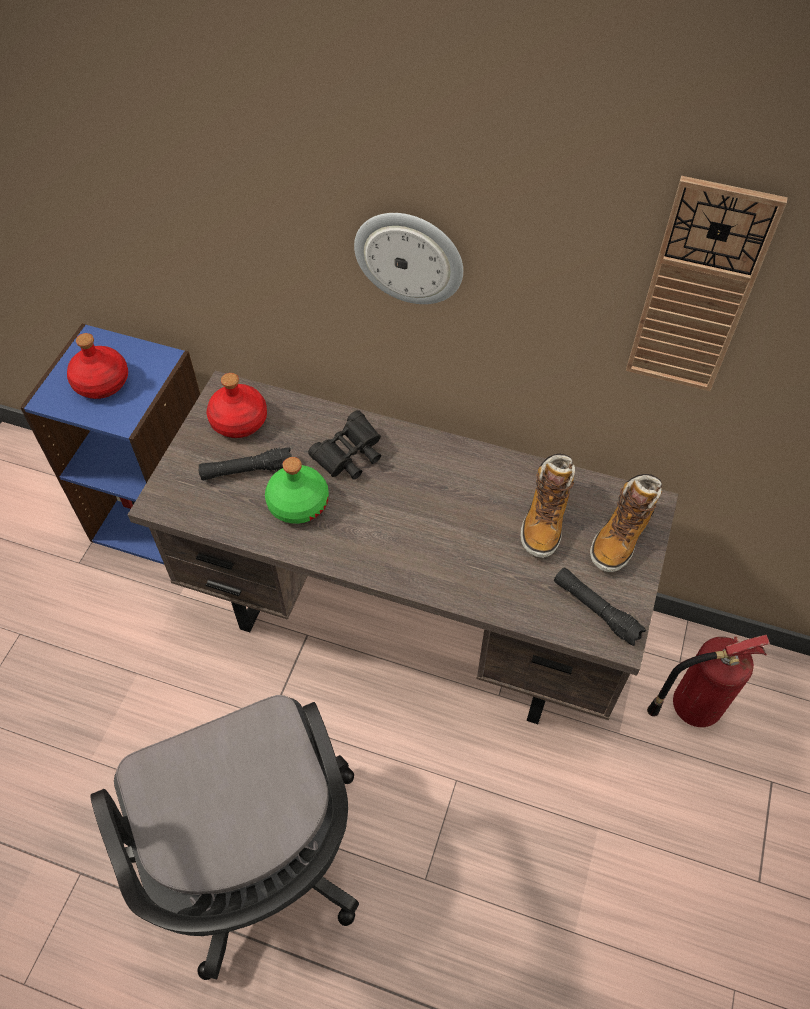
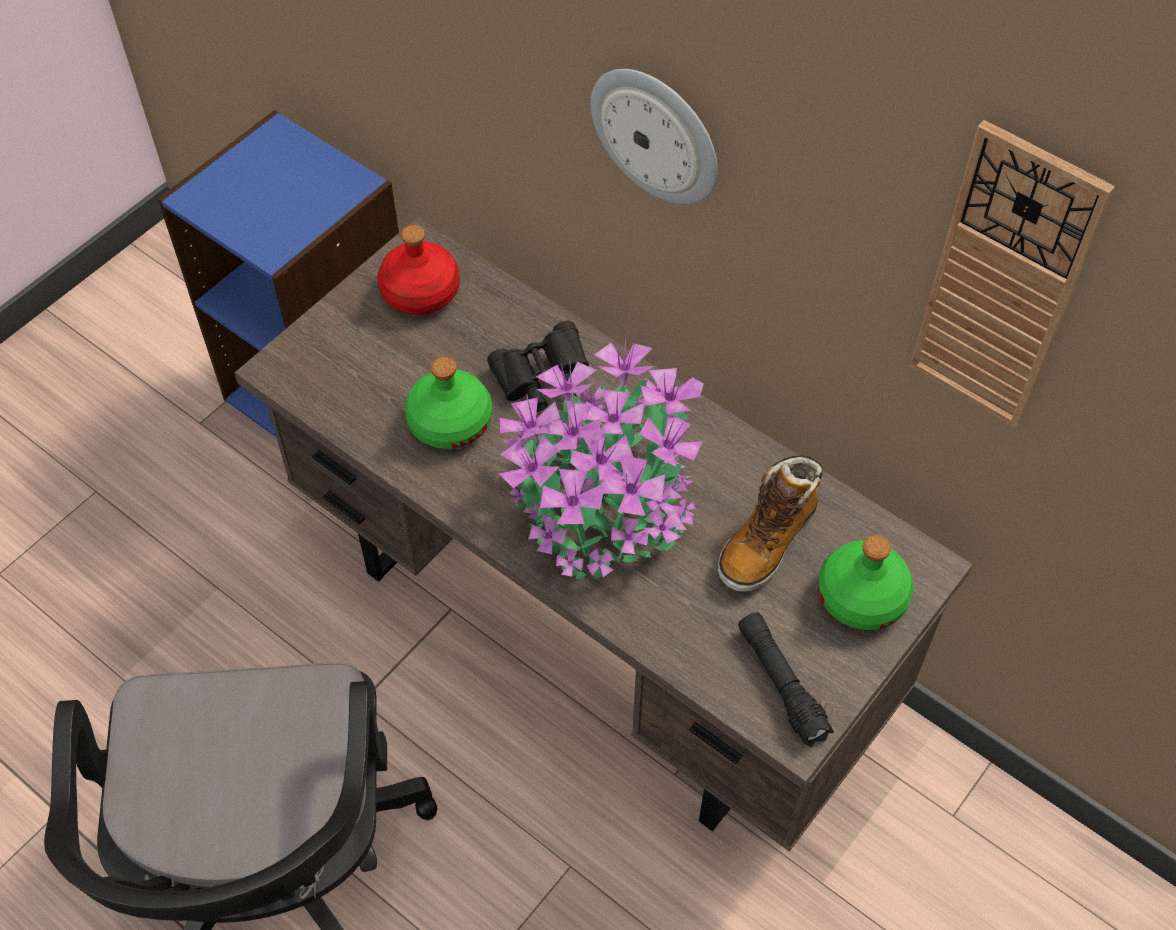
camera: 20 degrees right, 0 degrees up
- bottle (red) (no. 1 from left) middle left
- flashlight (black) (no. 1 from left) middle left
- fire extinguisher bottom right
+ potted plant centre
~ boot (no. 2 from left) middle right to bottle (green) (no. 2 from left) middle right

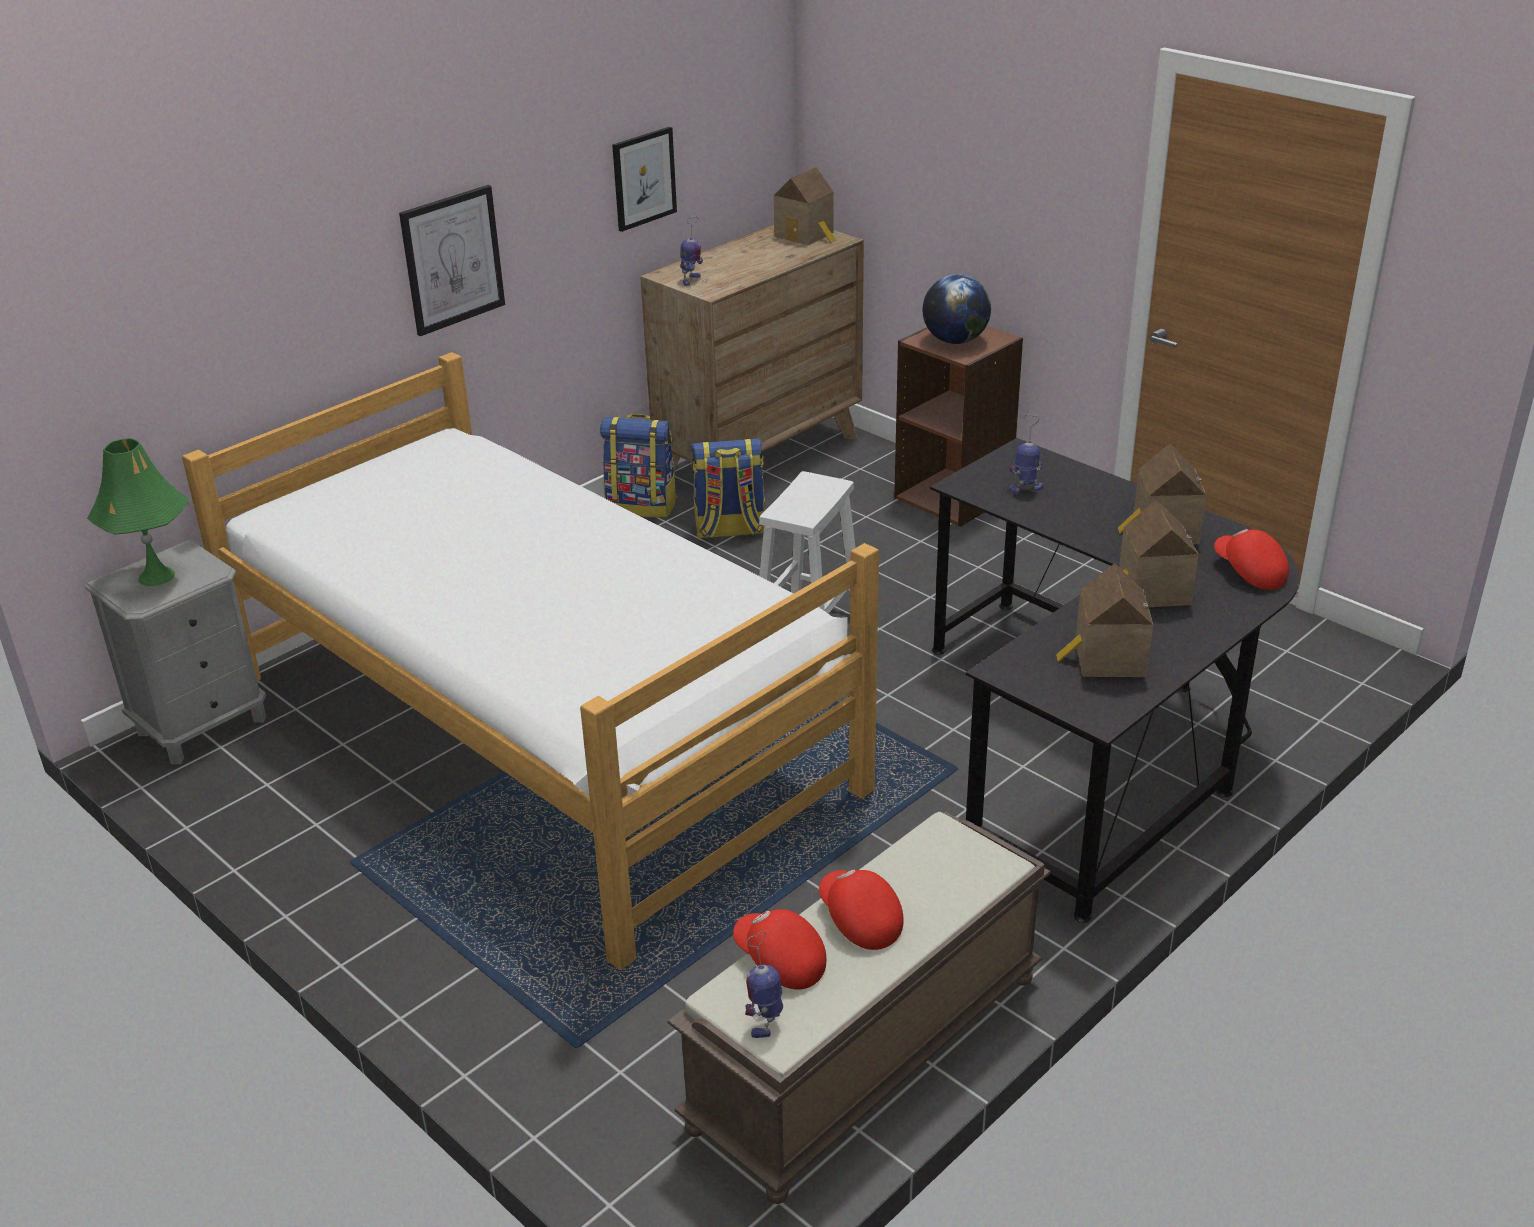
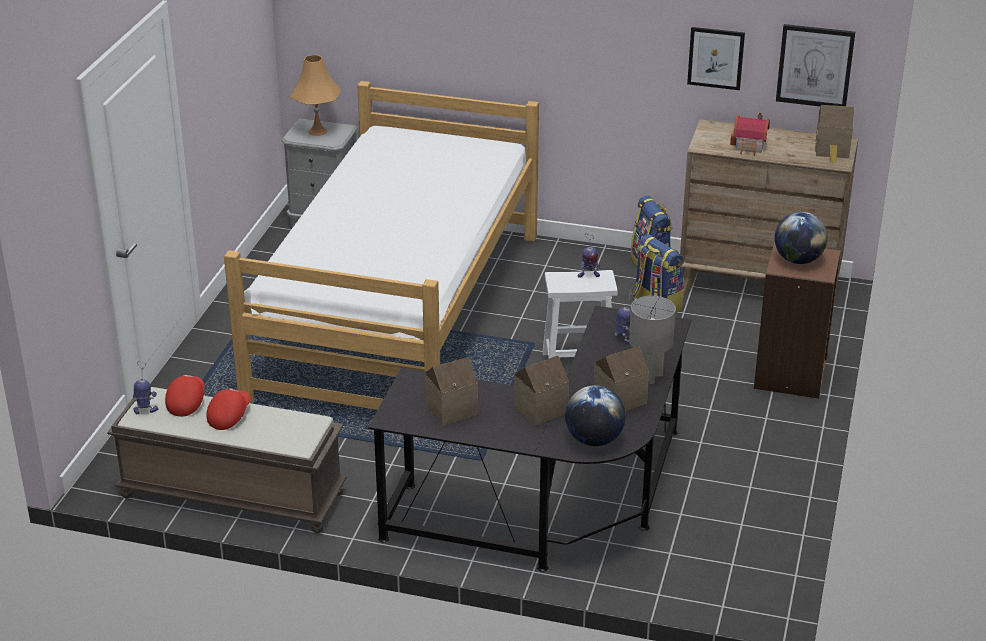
camera: 60 degrees right, 0 degrees up
+ table lamp (grey) centre
+ toy house (no. 4 from left) top right
~ picture (no. 1 from left in the first image) top left to picture (no. 2 from left) top right
~ toy robot (no. 1 from left in the first image) top centre to toy robot (no. 2 from left) centre
~ cap (red) (no. 3 from left) middle right to globe (no. 1 from left) centre
~ table lamp (green) middle left to table lamp (orange) top left

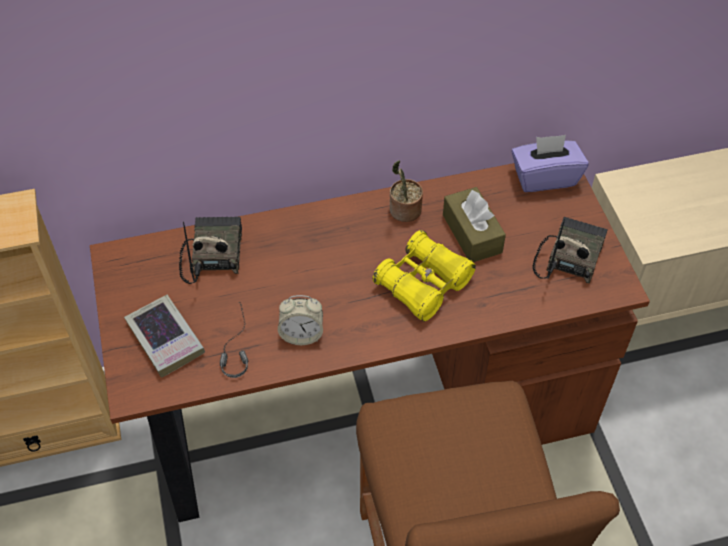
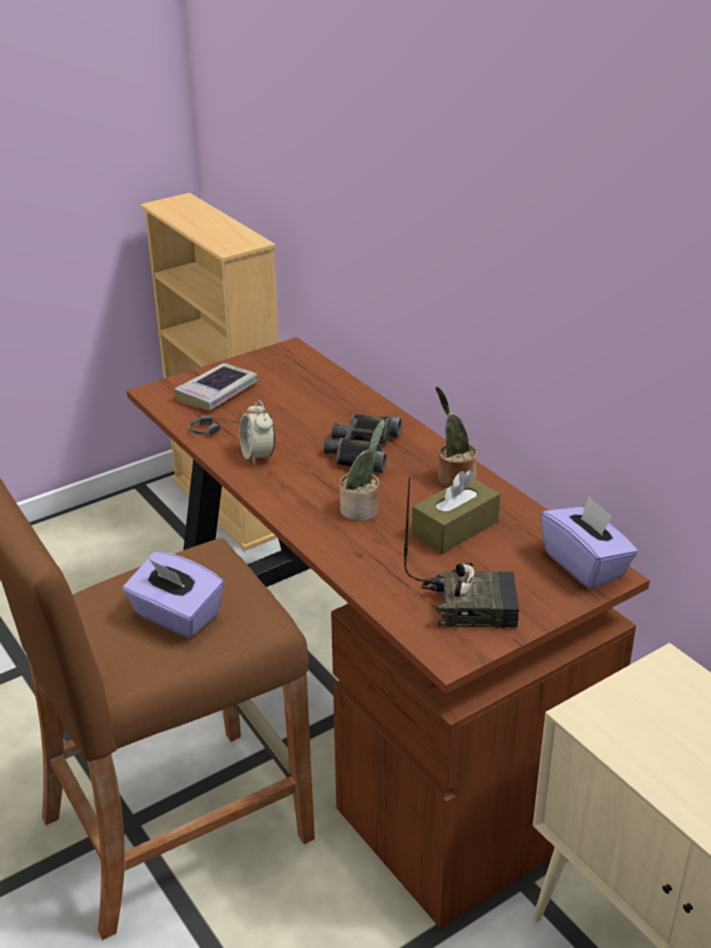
camera: 70 degrees right, 20 degrees down
- radio (no. 1 from left) middle left
+ tissue box (purple) (no. 1 from left) middle left
+ binoculars (black) centre
~ binoculars (yellow) centre to potted plant (no. 1 from left) centre

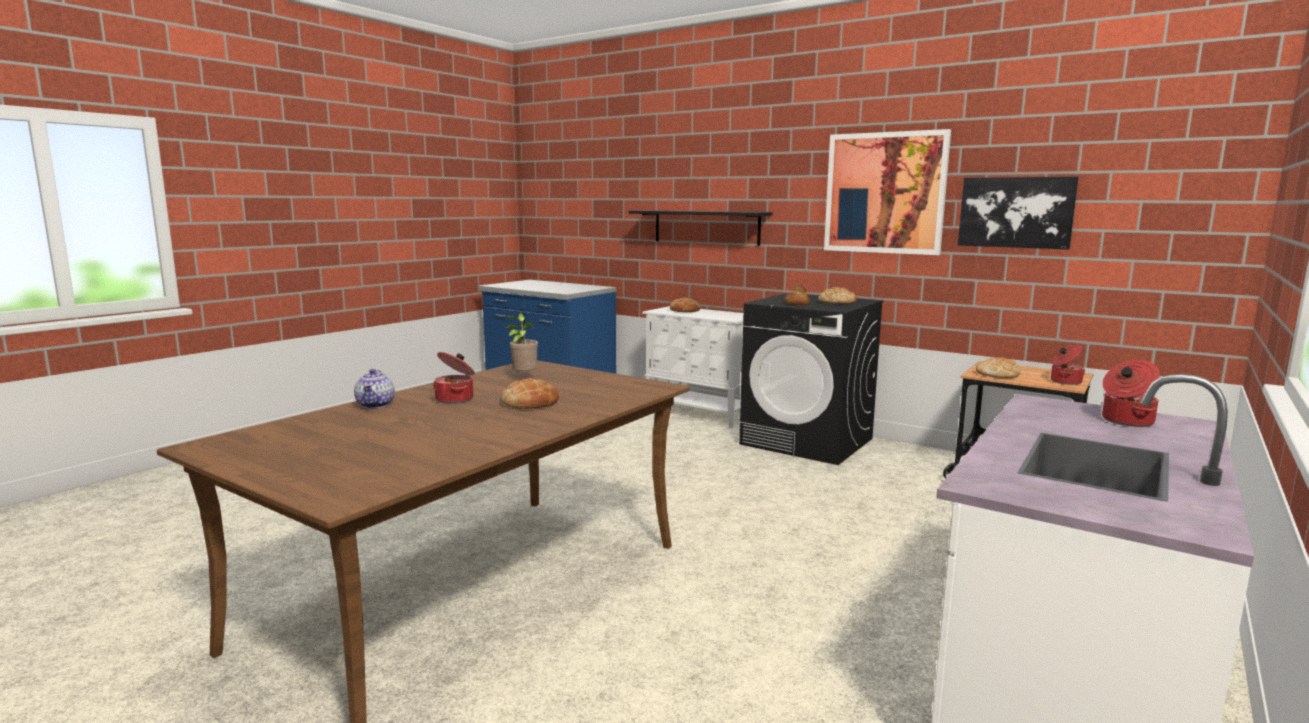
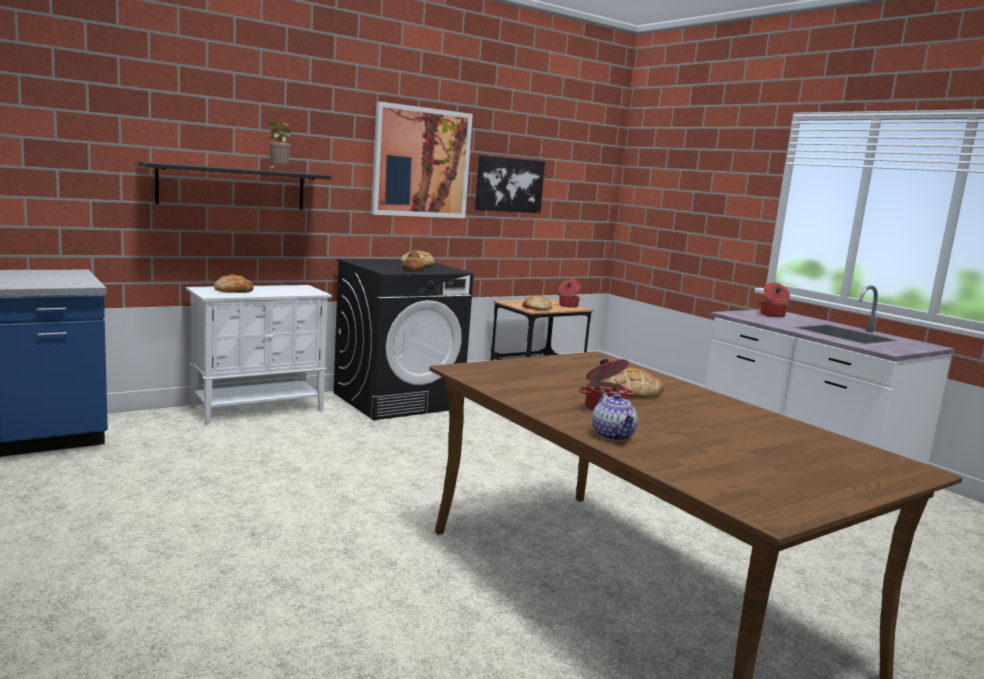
camera: 70 degrees left, 0 degrees up
~ potted plant centre to top left
~ teapot middle left = centre 60 degrees clockwise

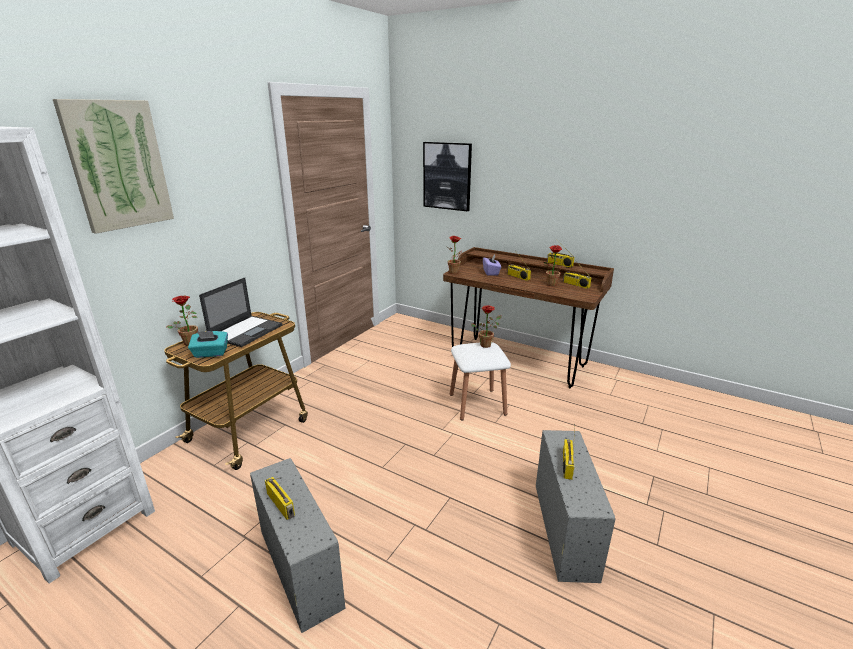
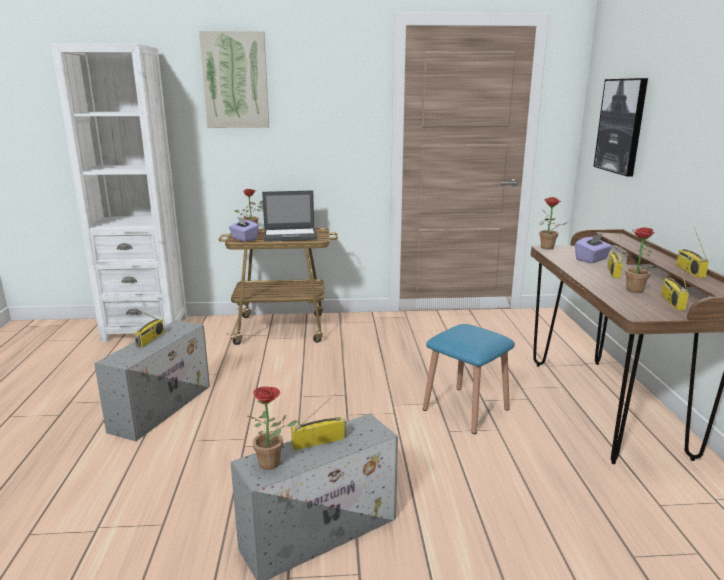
camera: 55 degrees right, 5 degrees down
~ potted plant (no. 3 from left in the first image) centre to potted plant (no. 2 from left) bottom centre
~ tissue box (turquoise) middle left to tissue box (purple) (no. 1 from left) centre
~ stool (white) centre to stool (blue) centre

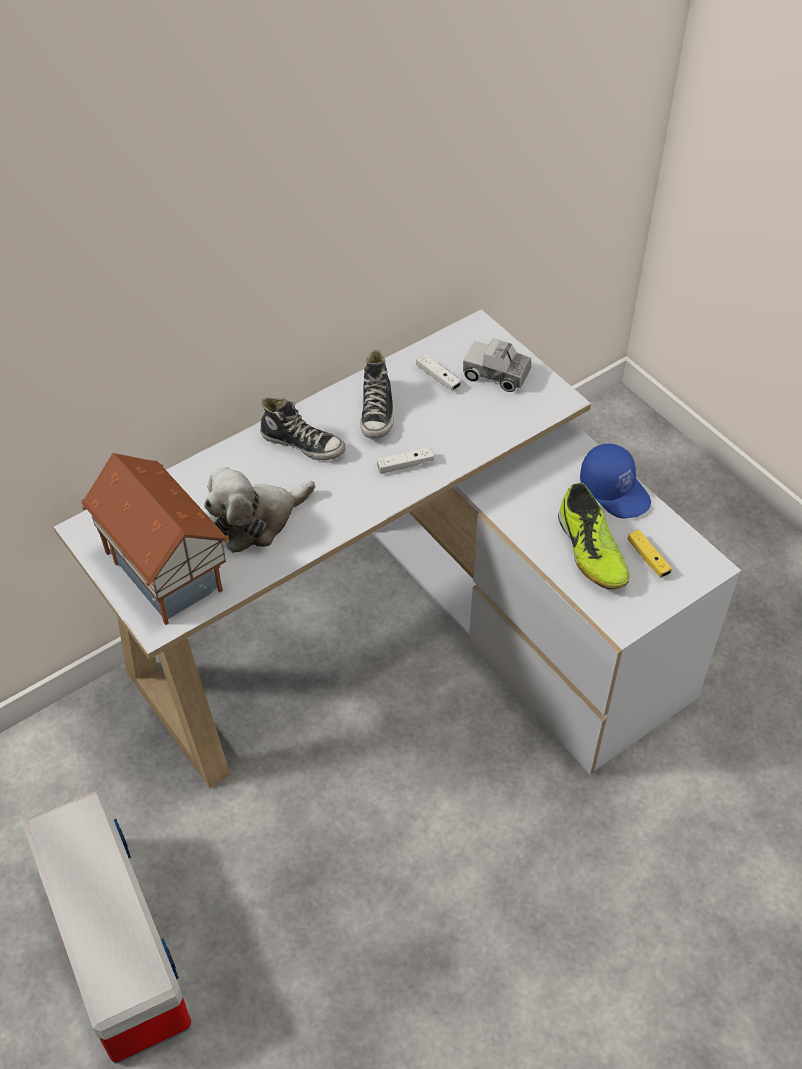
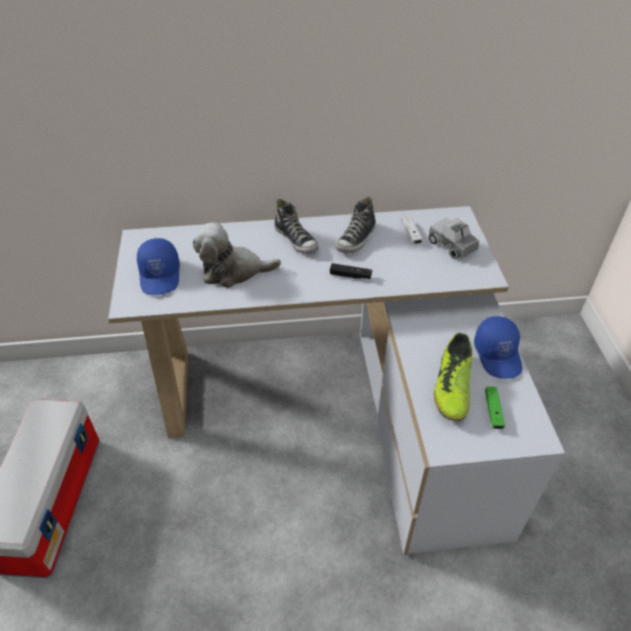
camera: 30 degrees right, 5 degrees down
~ toy house middle left to cap (blue) (no. 1 from left) middle left
~ game controller (white) (no. 1 from left) centre to game controller (black) centre
~ game controller (yellow) middle right to game controller (green) middle right

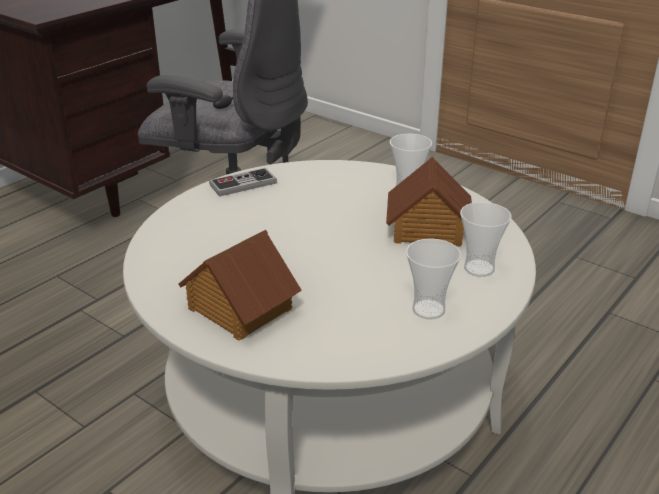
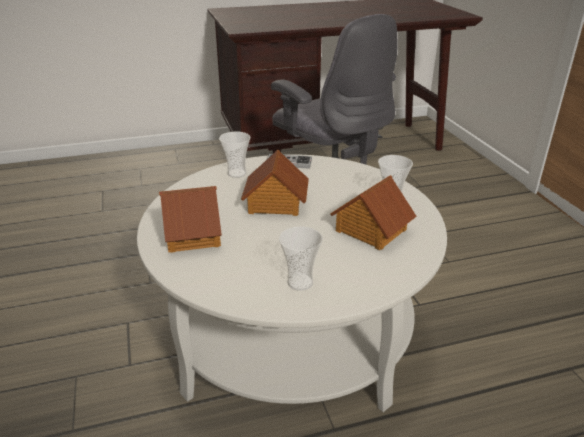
camera: 35 degrees right, 0 degrees up
+ toy house (no. 2 from left) centre
~ cup (no. 3 from left in the first image) middle right to cup (no. 1 from left) centre

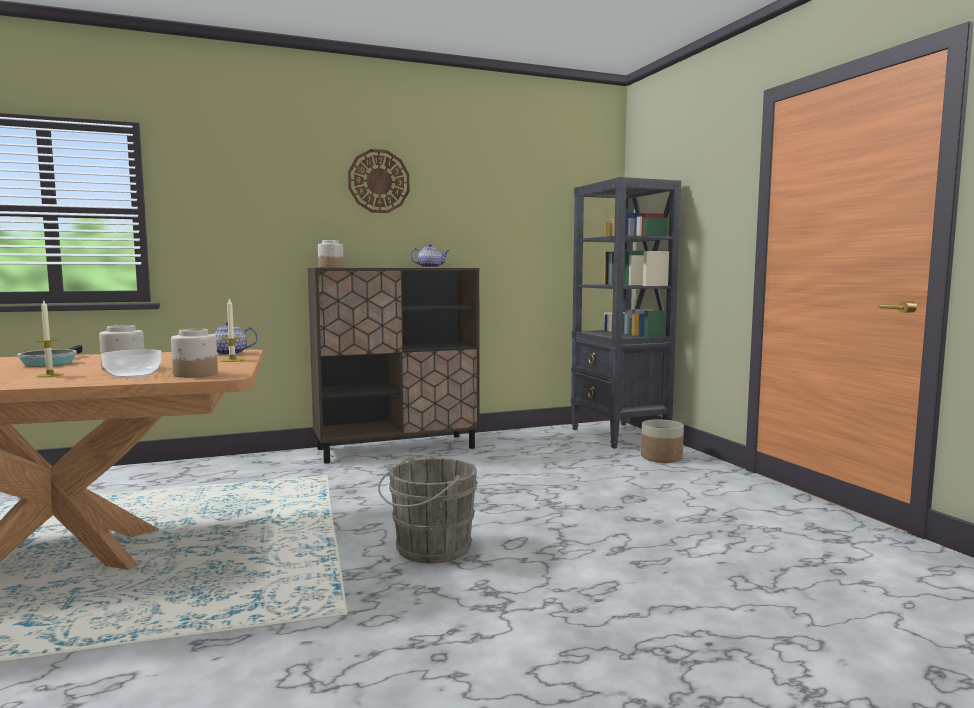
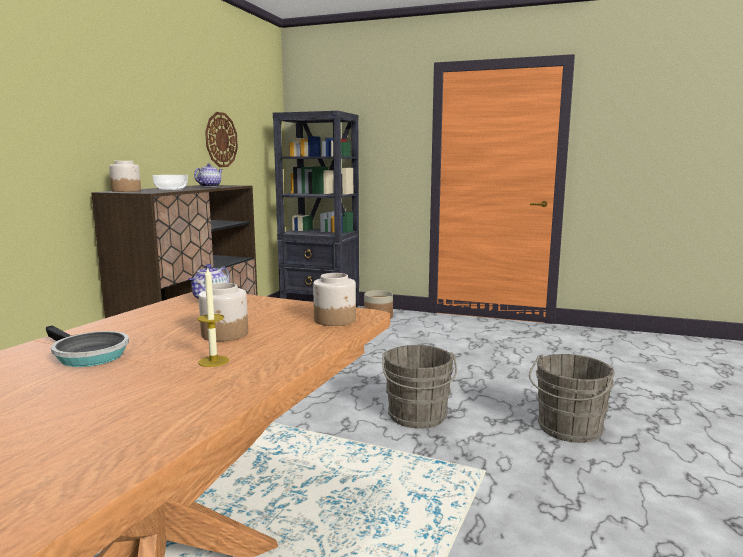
camera: 50 degrees left, 5 degrees up
- candle (no. 2 from left) middle left
+ bucket (grey) (no. 2 from left) bottom right
~ bowl middle left to top left
~ wall clock top centre to top left

